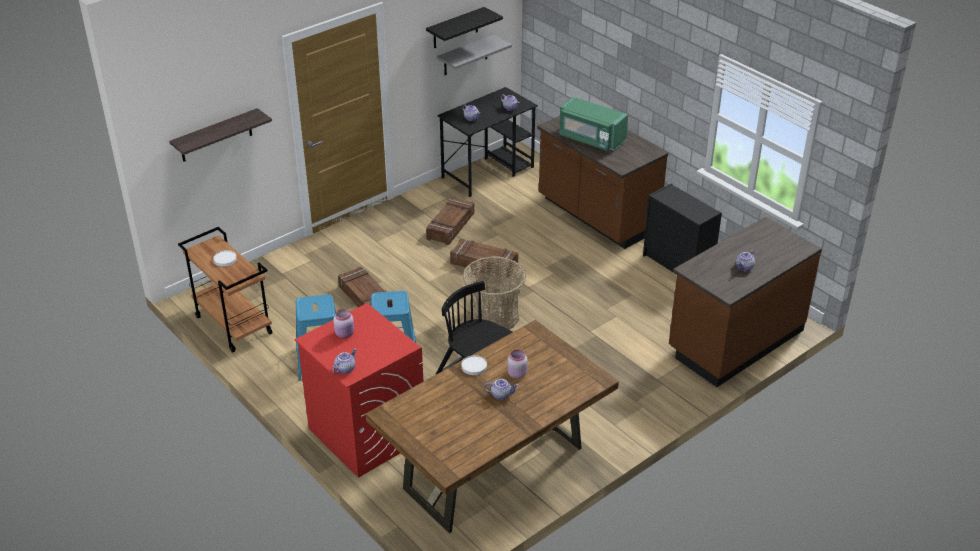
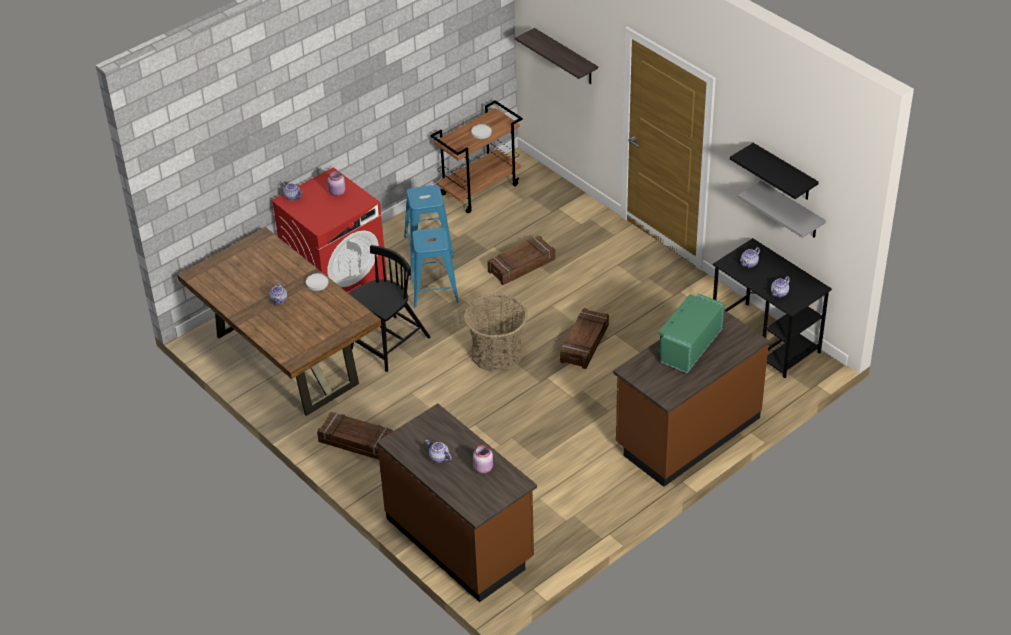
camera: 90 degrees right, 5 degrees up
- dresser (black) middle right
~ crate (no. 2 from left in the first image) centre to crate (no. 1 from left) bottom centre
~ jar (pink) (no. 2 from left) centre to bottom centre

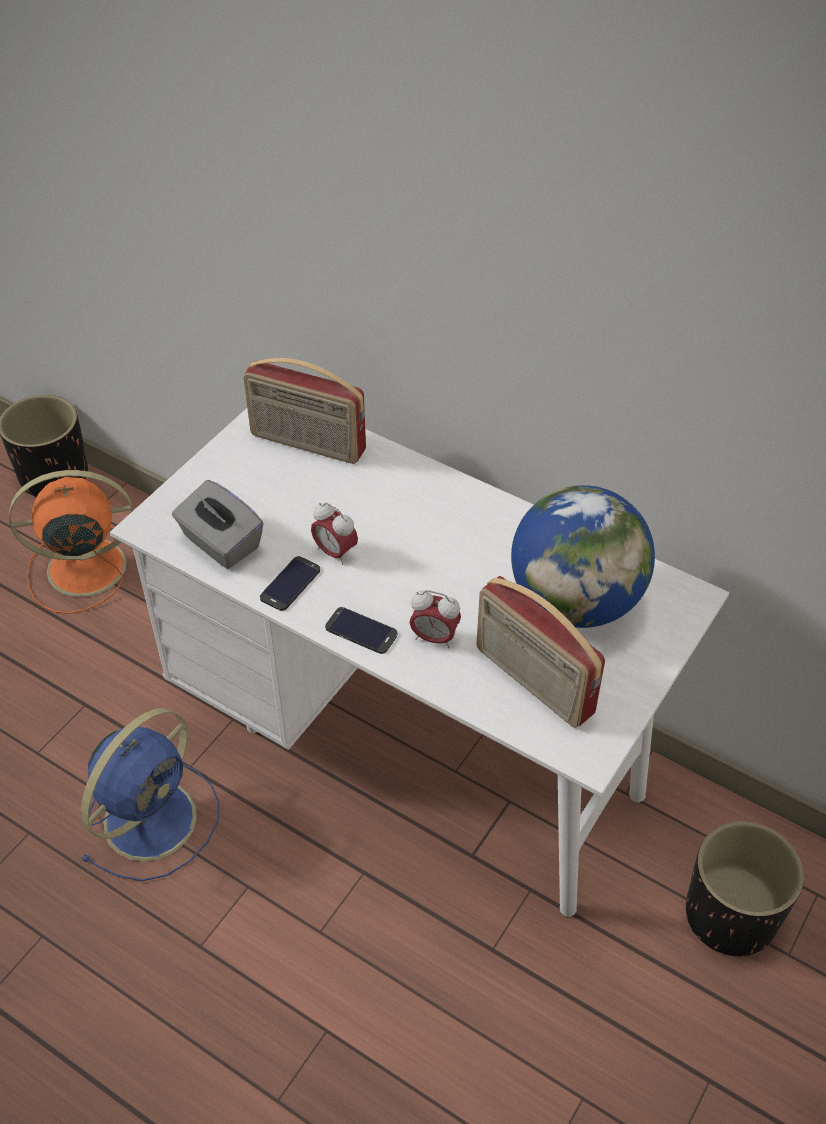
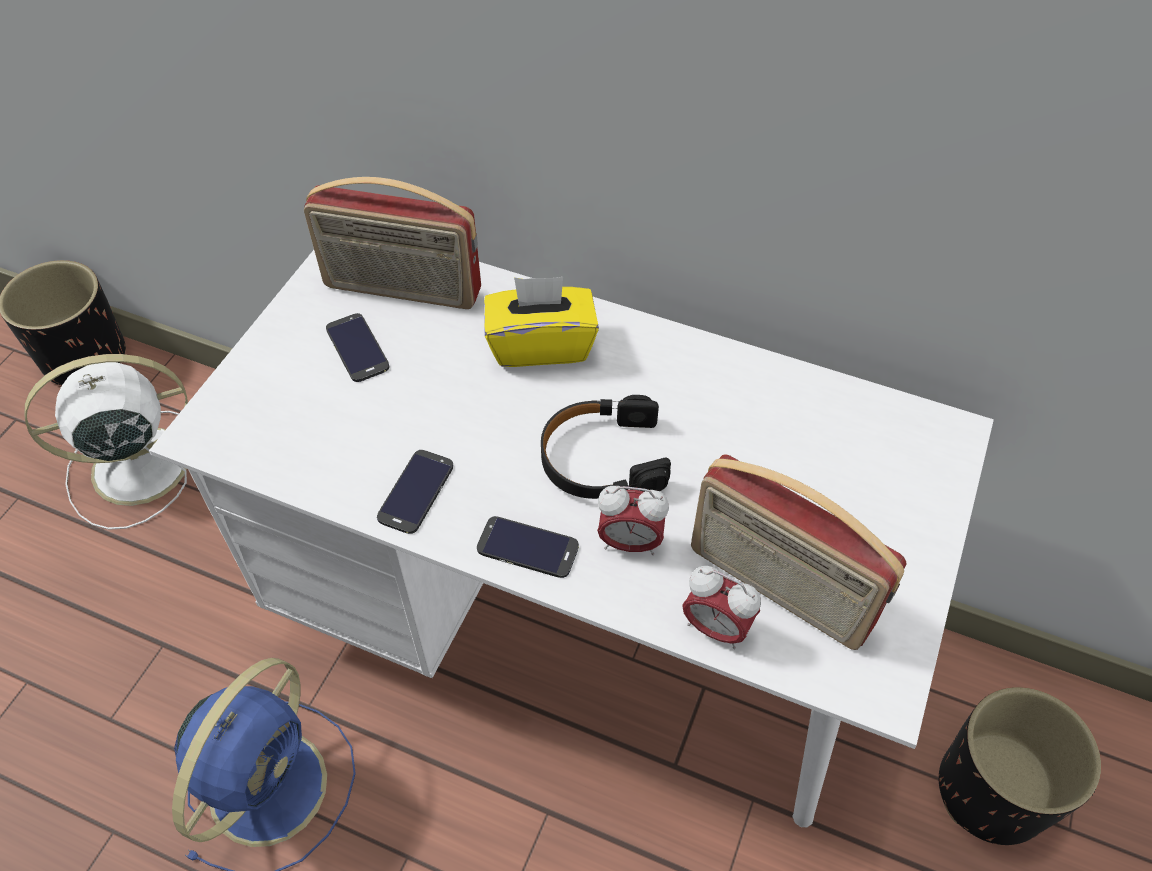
camera: 10 degrees left, 5 degrees up
- tissue box (grey) middle left
- globe middle right
+ phone (no. 1 from left) middle left
+ tissue box (yellow) centre
+ headphones (black) centre
~ alarm clock (no. 1 from left in the first image) centre to alarm clock (no. 2 from left) bottom centre
~ fan (orange) middle left to fan (white) middle left

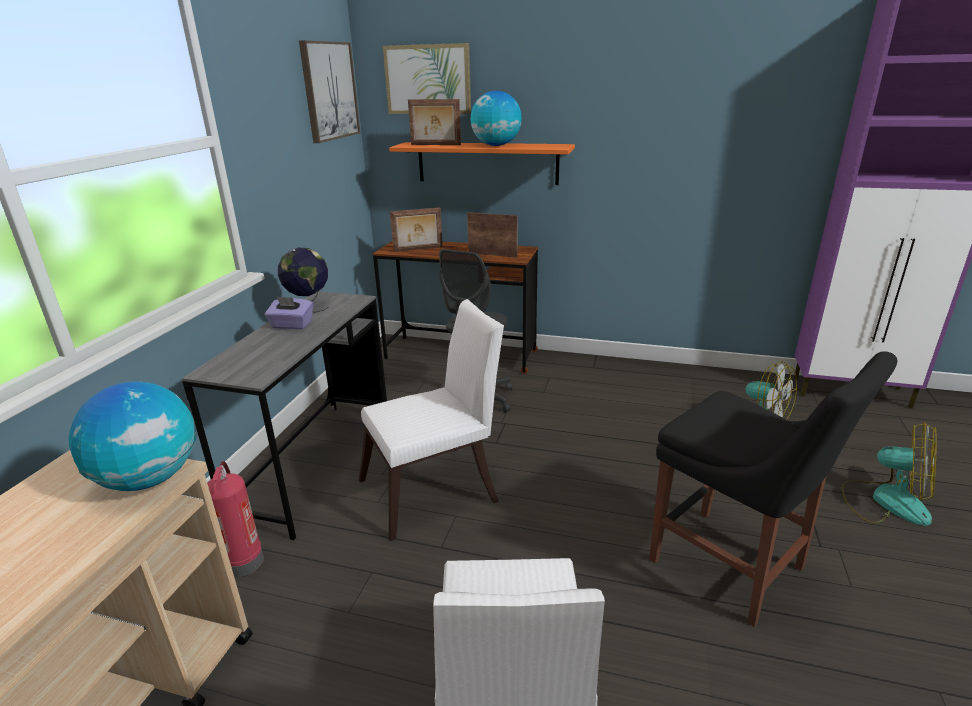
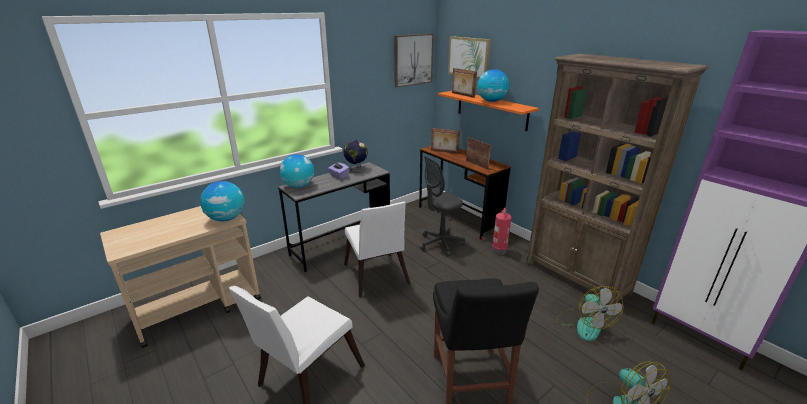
camera: 35 degrees right, 0 degrees up
+ globe (no. 2 from left) centre
+ bookcase (brown) middle right
~ fire extinguisher bottom left to centre
~ chair (white) (no. 1 from left in the first image) centre = centre 60 degrees clockwise

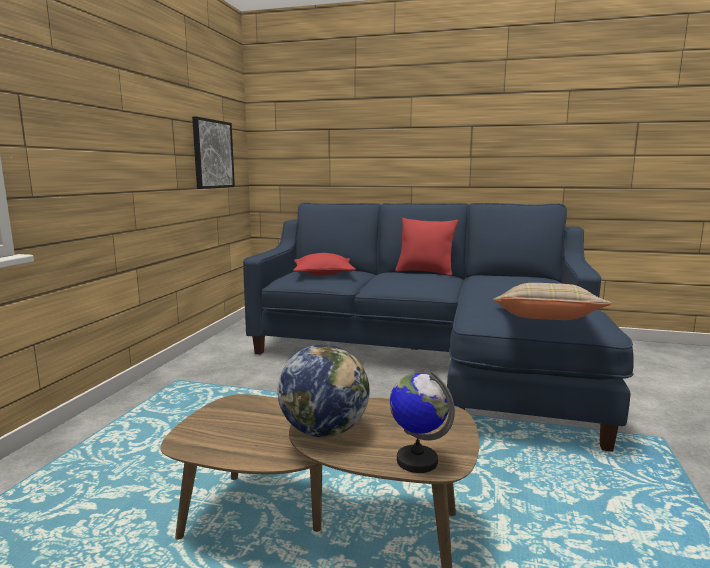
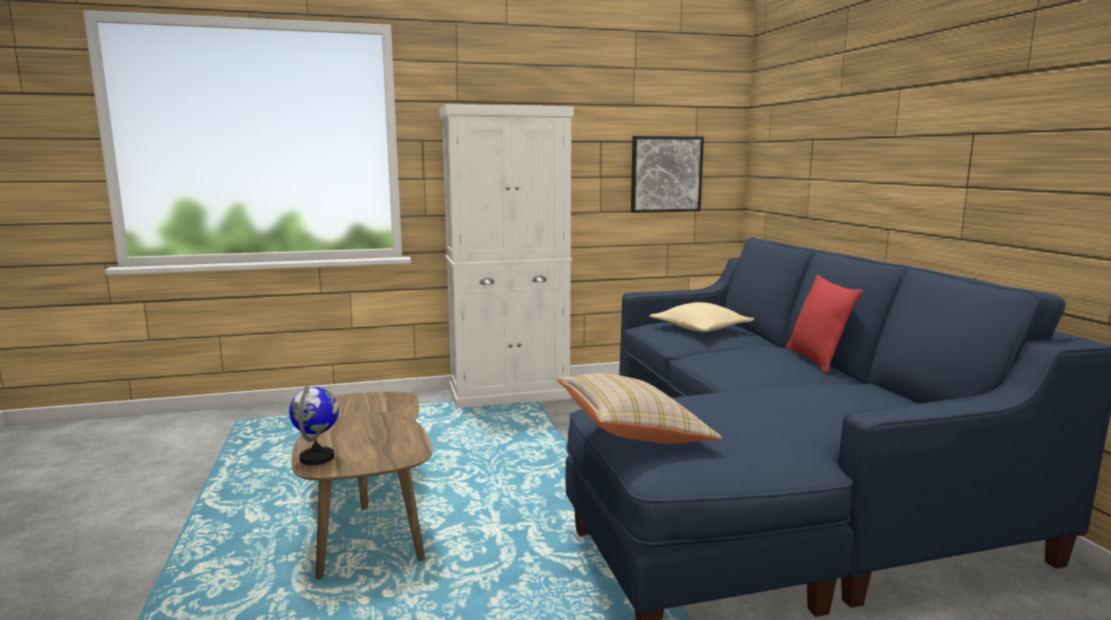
camera: 60 degrees right, 0 degrees up
- globe (no. 1 from left) bottom centre
+ cabinet (white) centre
~ pillow (red) (no. 1 from left) centre to pillow (beige) (no. 2 from left) centre

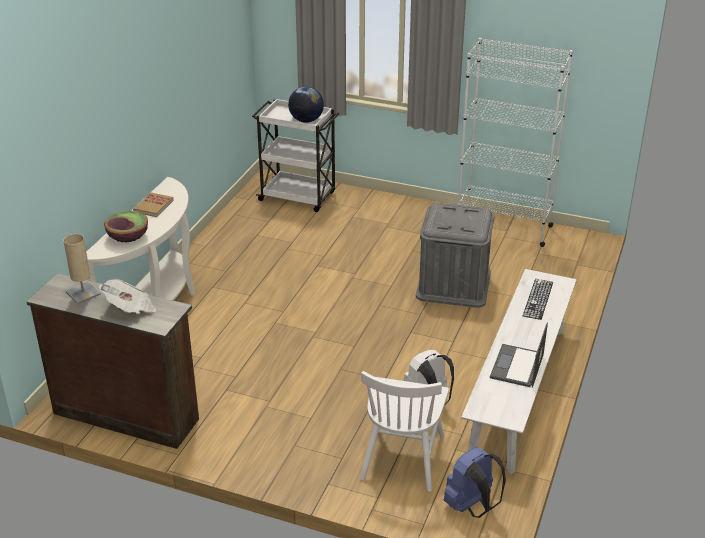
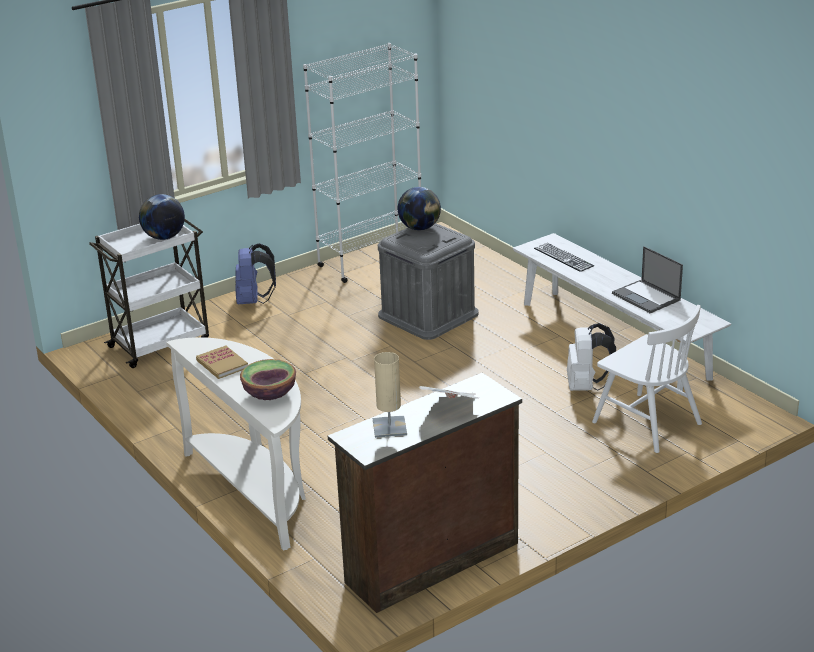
camera: 55 degrees left, 5 degrees down
+ globe (no. 2 from left) top centre
~ backpack (blue) bottom right to middle left

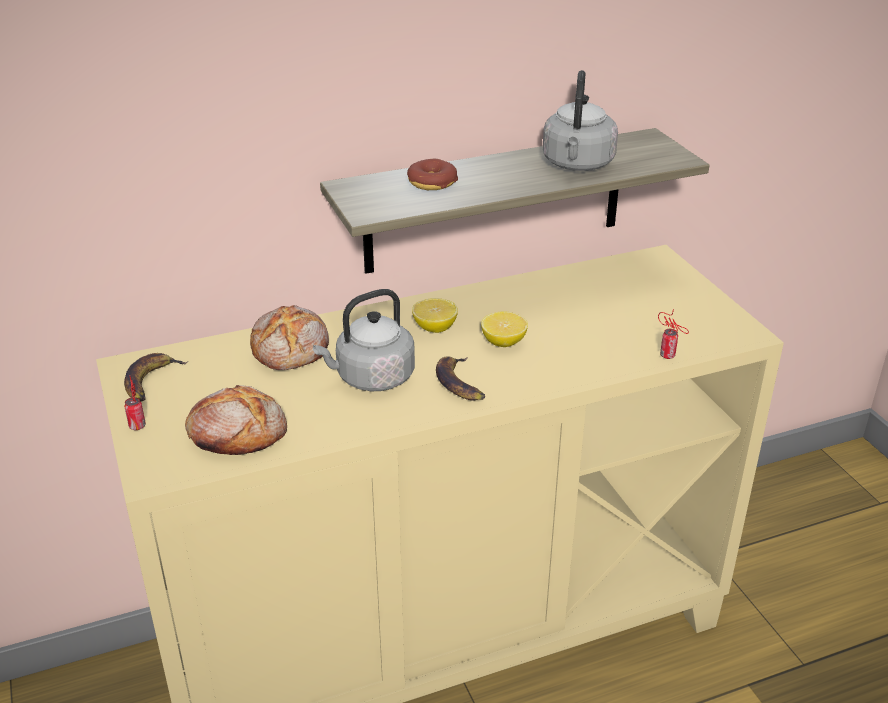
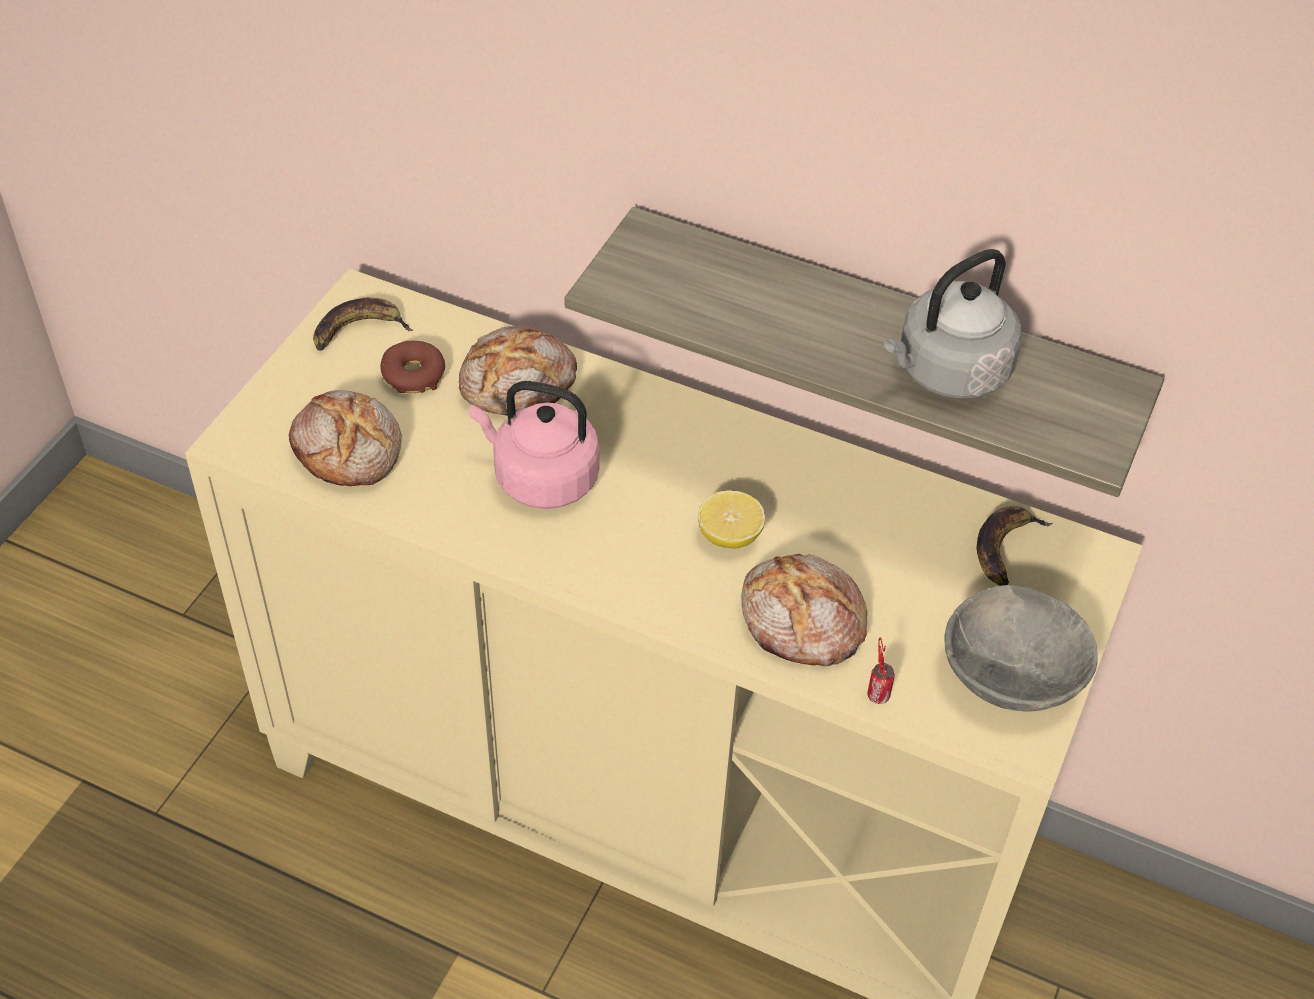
camera: 45 degrees right, 15 degrees up
- can (no. 1 from left) middle left
- lemon (no. 1 from left) centre
+ bread (no. 3 from left) centre
+ bowl (grey) middle right
~ donut top centre to middle left
~ banana (no. 2 from left) centre to middle right
~ kettle (grey) (no. 1 from left) centre to kettle (pink) centre

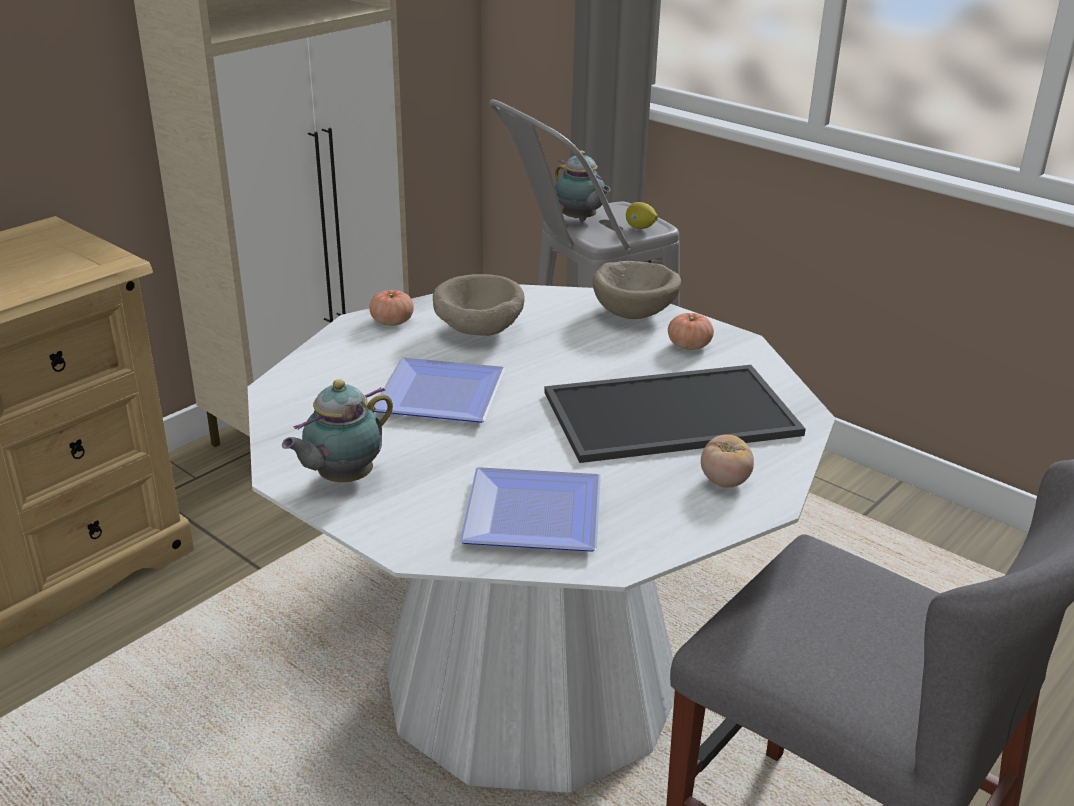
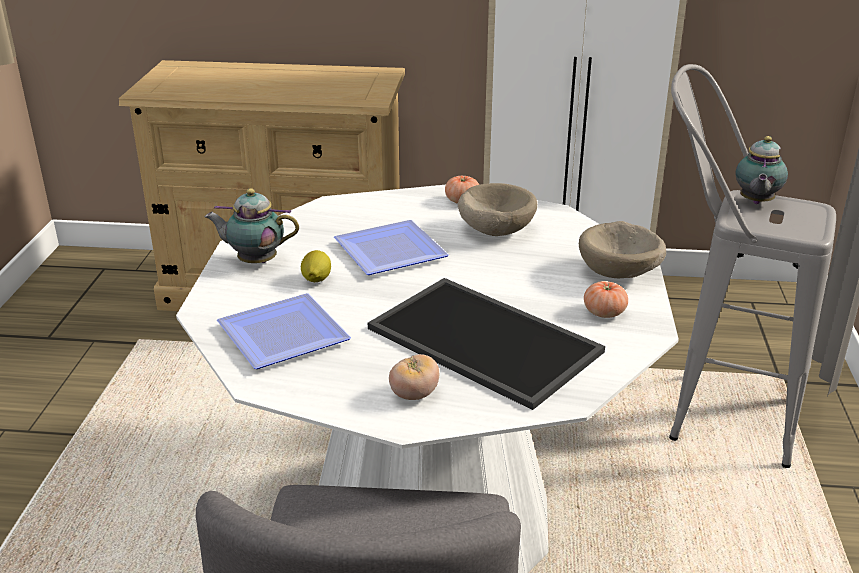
camera: 55 degrees right, 0 degrees up
~ lemon top centre to centre

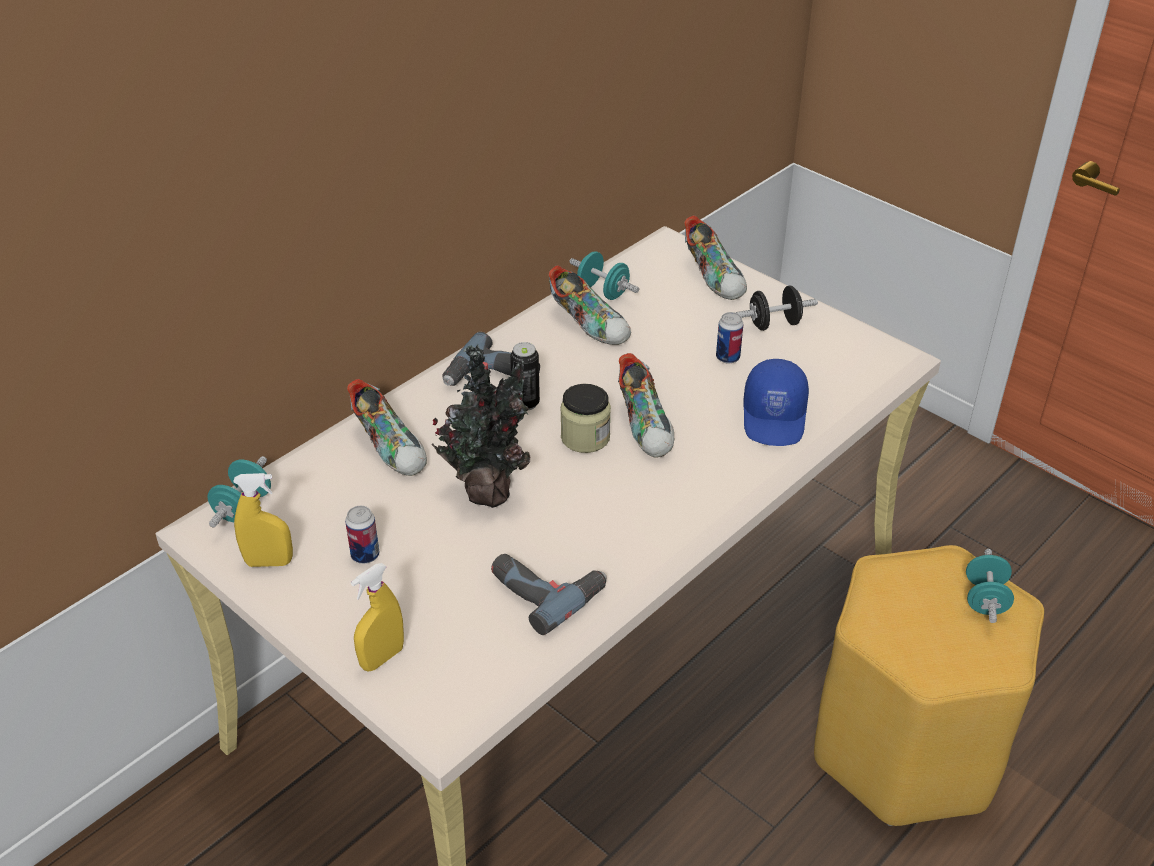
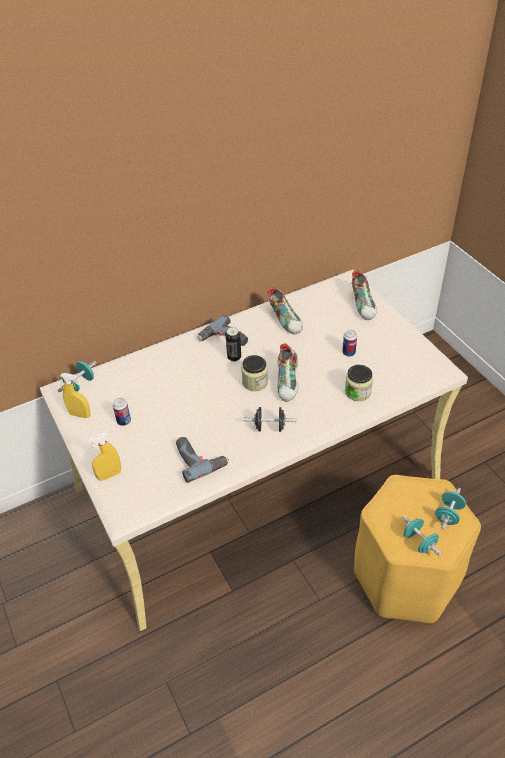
camera: 20 degrees right, 5 degrees up
- shoe (no. 1 from left) centre
- potted plant centre
~ dumbbell (turquoise) (no. 2 from left) top centre to bottom right
~ dumbbell (black) middle right to centre
~ cap (blue) middle right to jar (no. 2 from left) middle right

